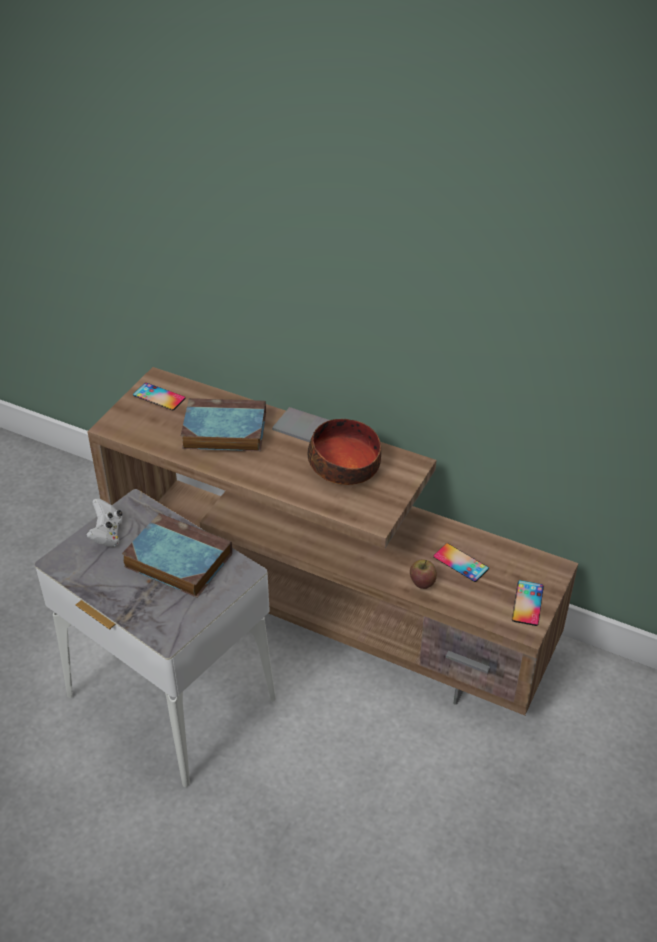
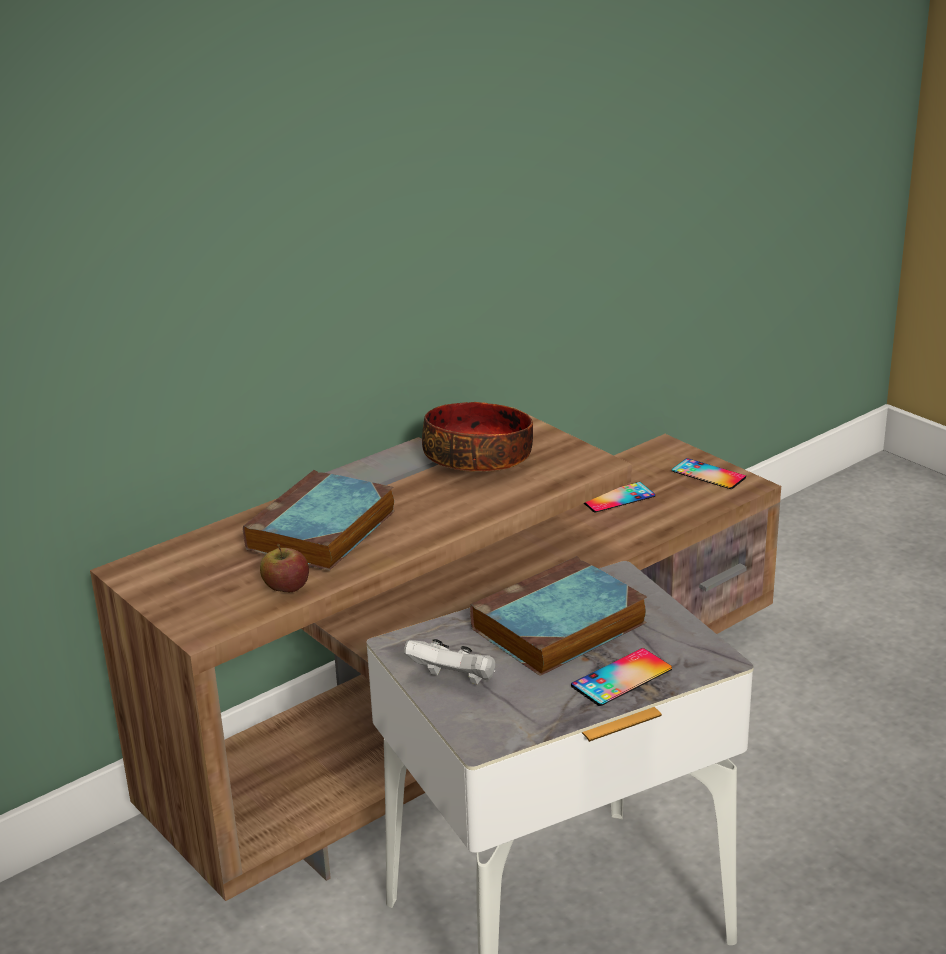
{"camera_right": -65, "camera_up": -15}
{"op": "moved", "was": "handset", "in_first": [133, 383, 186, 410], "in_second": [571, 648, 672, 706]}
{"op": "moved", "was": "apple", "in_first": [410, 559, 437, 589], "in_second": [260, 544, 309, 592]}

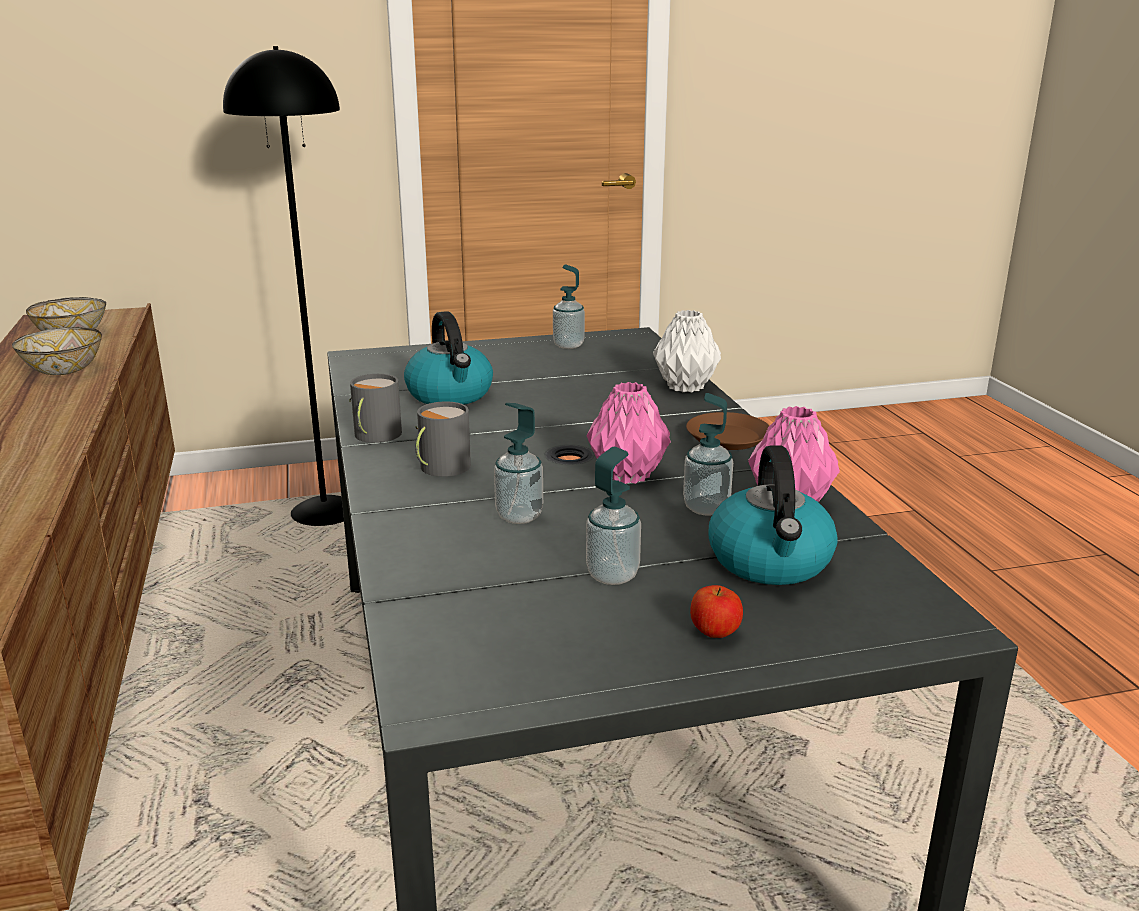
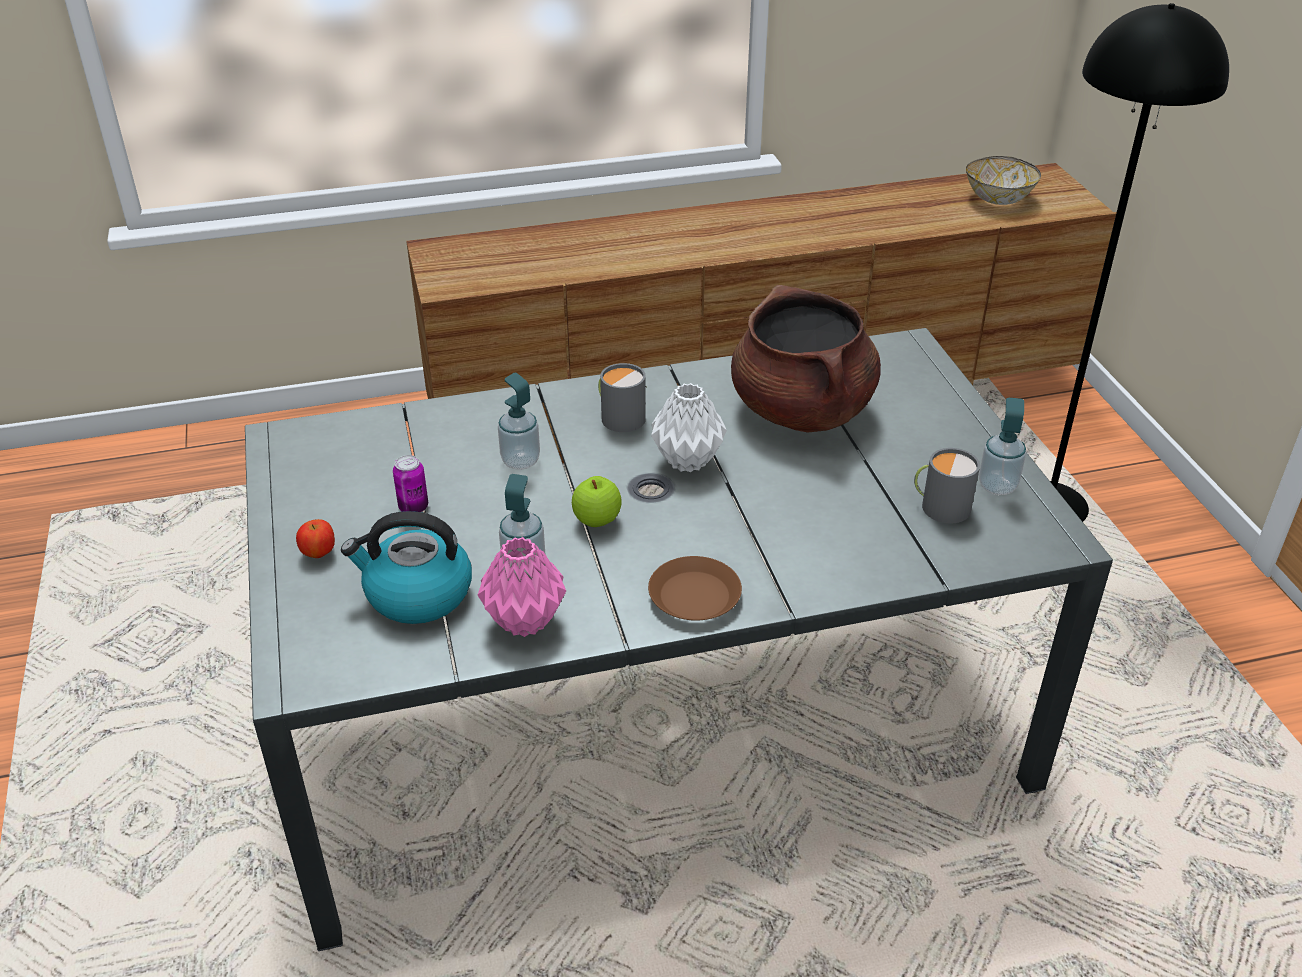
{"camera_right": 90, "camera_up": 15}
{"op": "removed", "was": "deep dish", "in_first": [12, 327, 102, 375]}
{"op": "moved", "was": "mug (gray)", "in_first": [349, 374, 402, 443], "in_second": [914, 448, 980, 524]}
{"op": "moved", "was": "flower vase (whitish)", "in_first": [653, 310, 721, 393], "in_second": [651, 383, 727, 472]}
{"op": "replaced", "was": "water kettle", "now": "cooking pot (brown)", "in_first": [404, 311, 493, 405], "in_second": [731, 285, 881, 432]}
{"op": "replaced", "was": "liquid soap bottle", "now": "metal can", "in_first": [586, 447, 641, 585], "in_second": [393, 455, 428, 512]}
{"op": "replaced", "was": "flower vase (pink-coloured)", "now": "apple", "in_first": [587, 382, 671, 484], "in_second": [572, 476, 622, 527]}

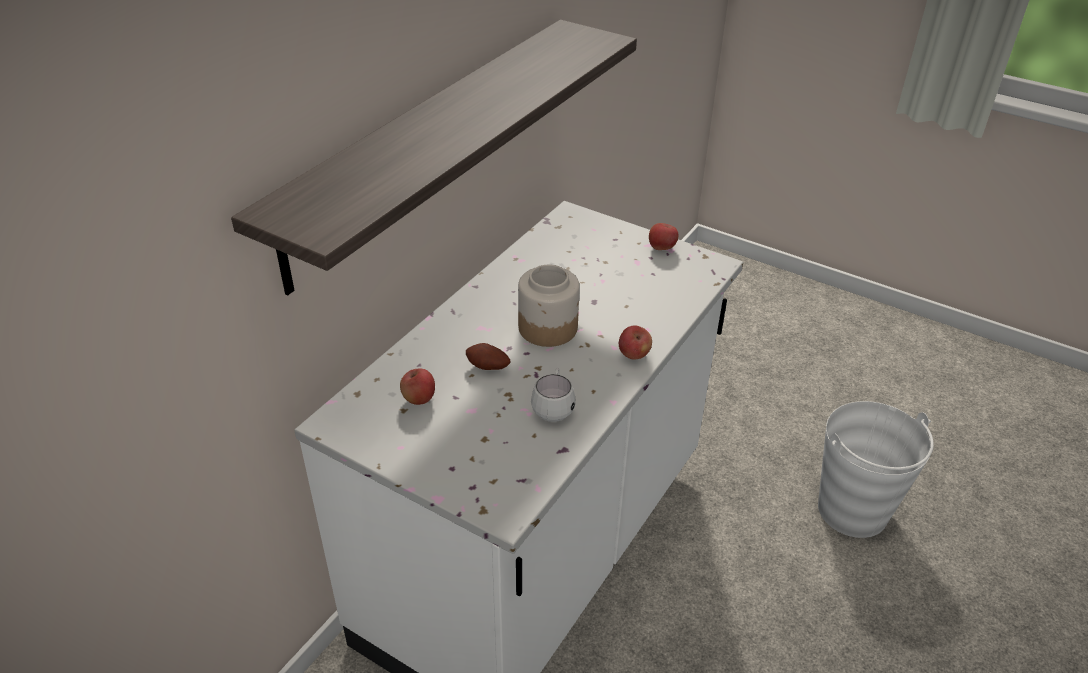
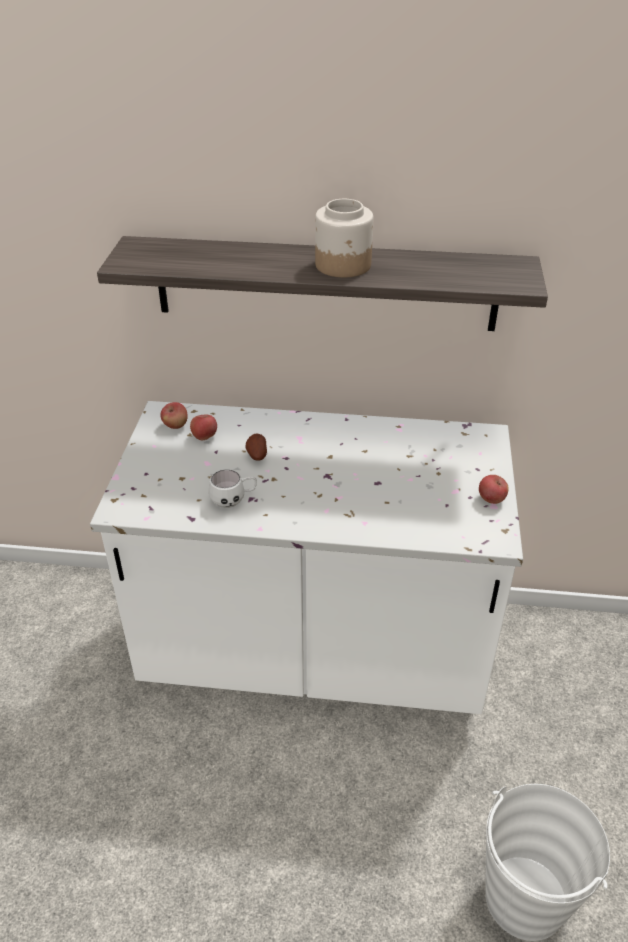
{"camera_right": 65, "camera_up": 0}
{"op": "moved", "was": "preserve jar", "in_first": [518, 265, 580, 347], "in_second": [315, 199, 373, 277]}
{"op": "moved", "was": "apple", "in_first": [619, 326, 652, 360], "in_second": [161, 402, 188, 429]}

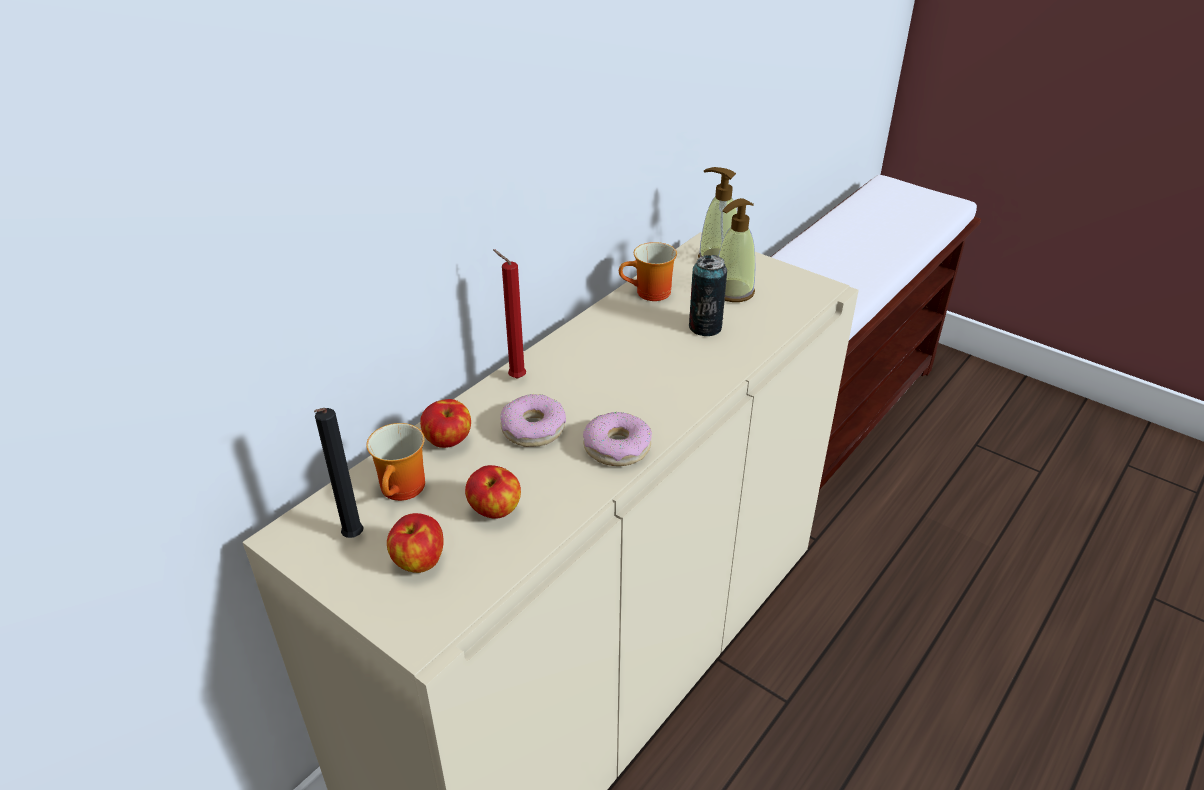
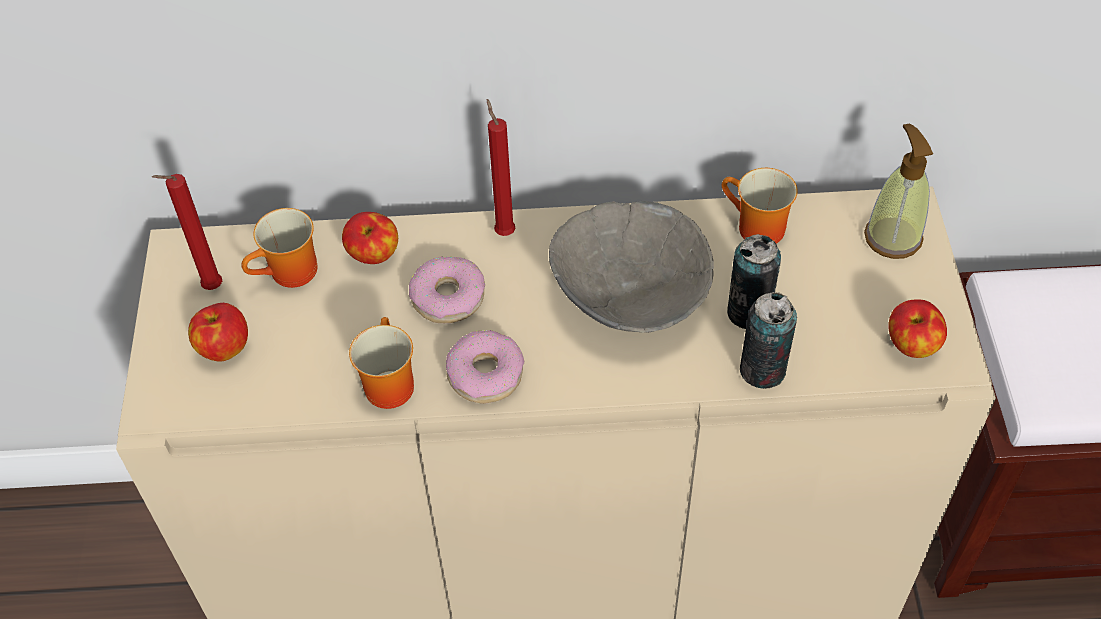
{"camera_right": 50, "camera_up": 15}
{"op": "removed", "was": "liquid soap bottle", "in_first": [718, 198, 755, 302]}
{"op": "added", "now": "mug", "in_second": [349, 317, 414, 409]}
{"op": "added", "now": "deep dish (gray)", "in_second": [549, 201, 714, 333]}
{"op": "added", "now": "metal can", "in_second": [740, 292, 797, 389]}
{"op": "moved", "was": "apple", "in_first": [465, 465, 521, 519], "in_second": [888, 300, 947, 358]}
{"op": "recoloured", "was": "candle (black-coloured)", "now": "candle (red)", "in_first": [314, 408, 364, 538], "in_second": [152, 174, 222, 290]}

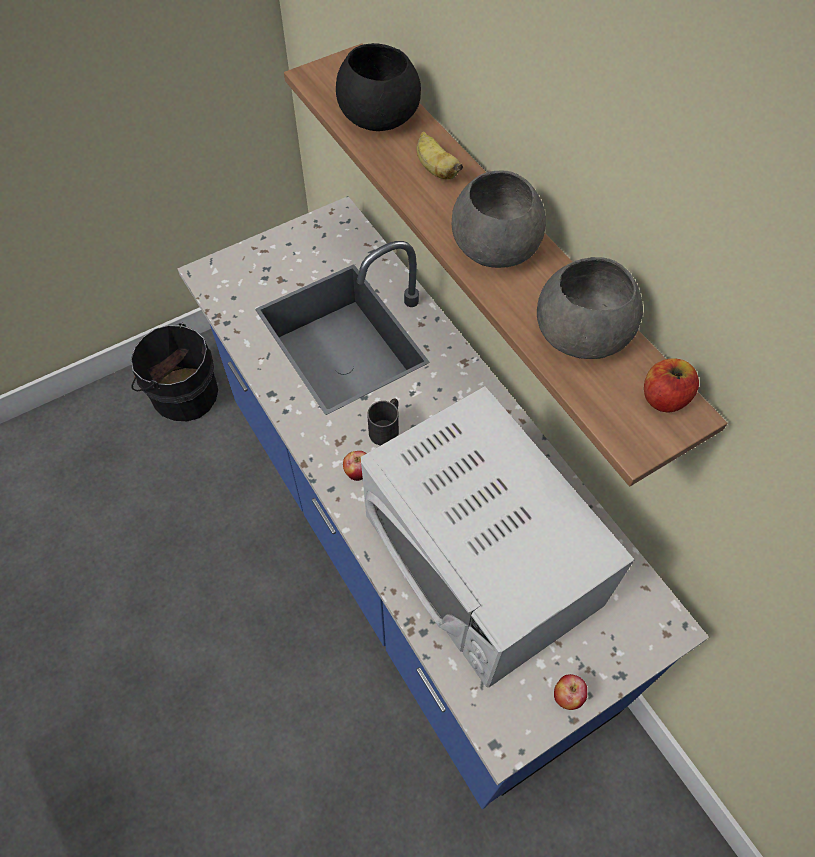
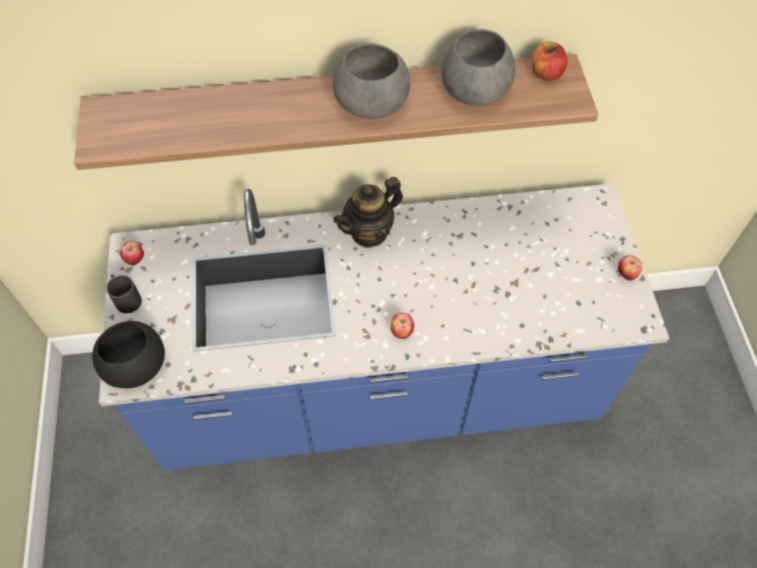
{"camera_right": -65, "camera_up": 0}
{"op": "removed", "was": "bucket (black-coloured)", "in_first": [131, 322, 218, 421]}
{"op": "removed", "was": "kitchen microwave (whitish)", "in_first": [361, 386, 635, 688]}
{"op": "removed", "was": "whole banana", "in_first": [417, 131, 463, 179]}
{"op": "added", "now": "apple", "in_second": [120, 241, 144, 266]}
{"op": "added", "now": "teapot", "in_second": [333, 177, 403, 248]}
{"op": "moved", "was": "deep dish (black-coloured)", "in_first": [336, 43, 421, 131], "in_second": [92, 321, 165, 388]}
{"op": "moved", "was": "mug (black-coloured)", "in_first": [367, 398, 399, 446], "in_second": [106, 274, 142, 313]}

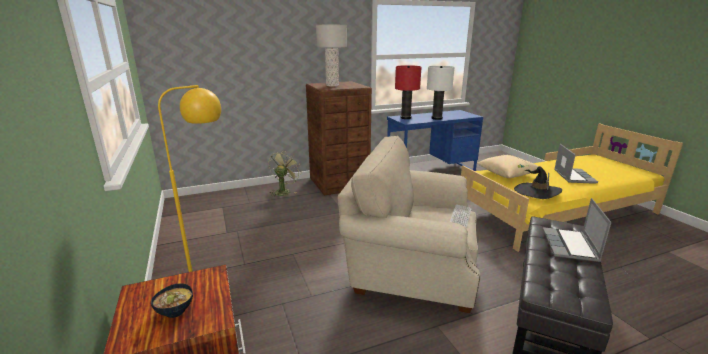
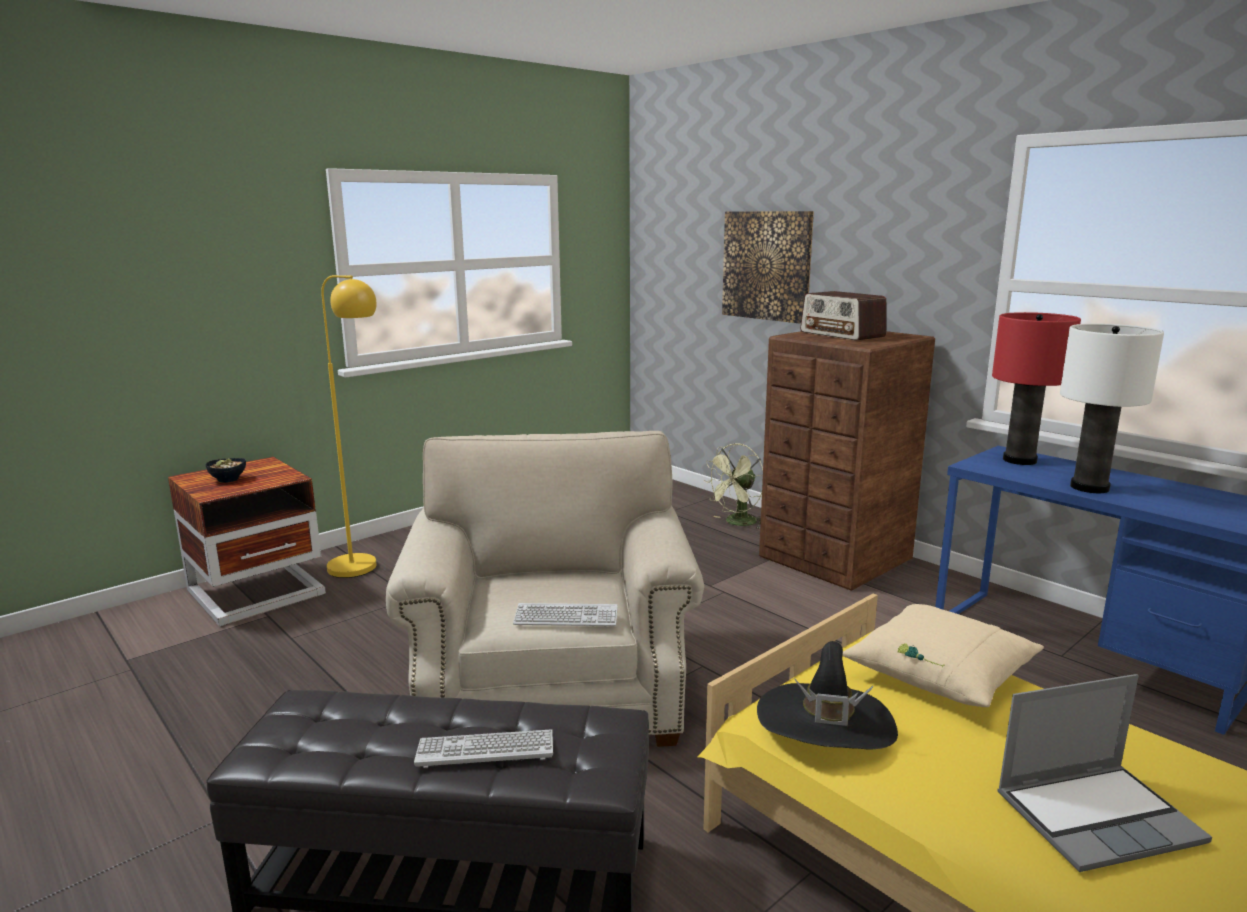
{"camera_right": 70, "camera_up": -5}
{"op": "added", "now": "wall art", "in_second": [722, 211, 814, 324]}
{"op": "replaced", "was": "lamp for a table (whitish)", "now": "radio set", "in_first": [316, 25, 347, 86], "in_second": [800, 291, 886, 341]}
{"op": "replaced", "was": "laptop", "now": "PC keyboard", "in_first": [543, 198, 612, 262], "in_second": [414, 729, 553, 768]}
{"op": "turned", "was": "electric fan (green)", "in_first": [269, 152, 300, 197], "in_second": [703, 443, 763, 529], "clockwise": 135}

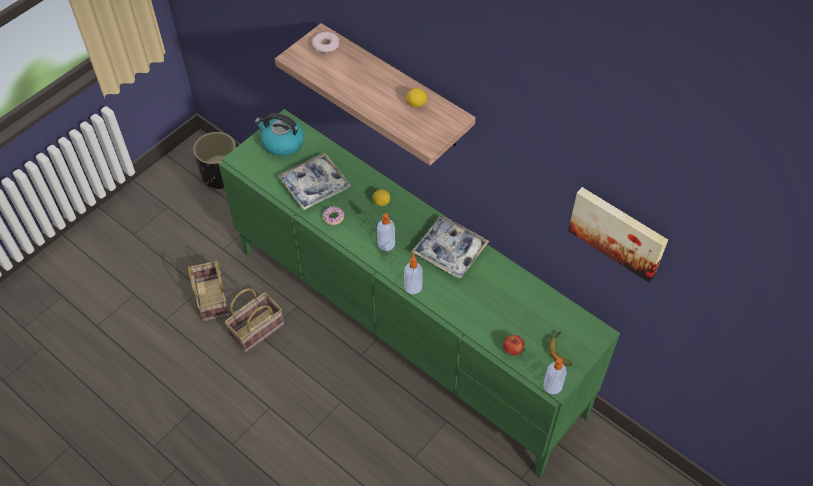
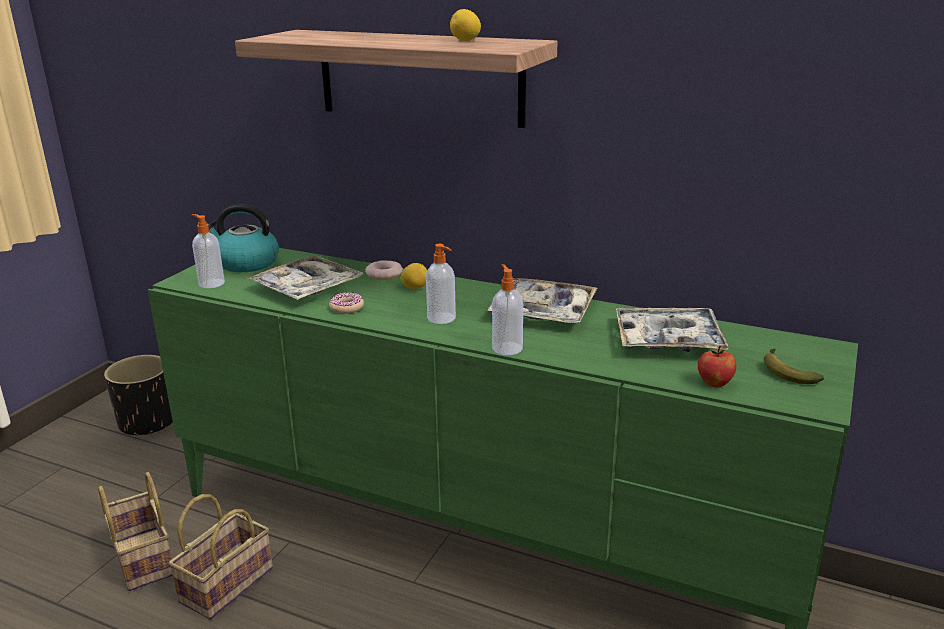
{"camera_right": -15, "camera_up": -30}
{"op": "removed", "was": "wall art", "in_first": [568, 187, 668, 283]}
{"op": "added", "now": "tray", "in_second": [616, 308, 729, 352]}
{"op": "moved", "was": "doughnut", "in_first": [312, 32, 340, 53], "in_second": [365, 260, 403, 280]}
{"op": "moved", "was": "liquid soap bottle", "in_first": [543, 353, 567, 394], "in_second": [191, 214, 225, 288]}

